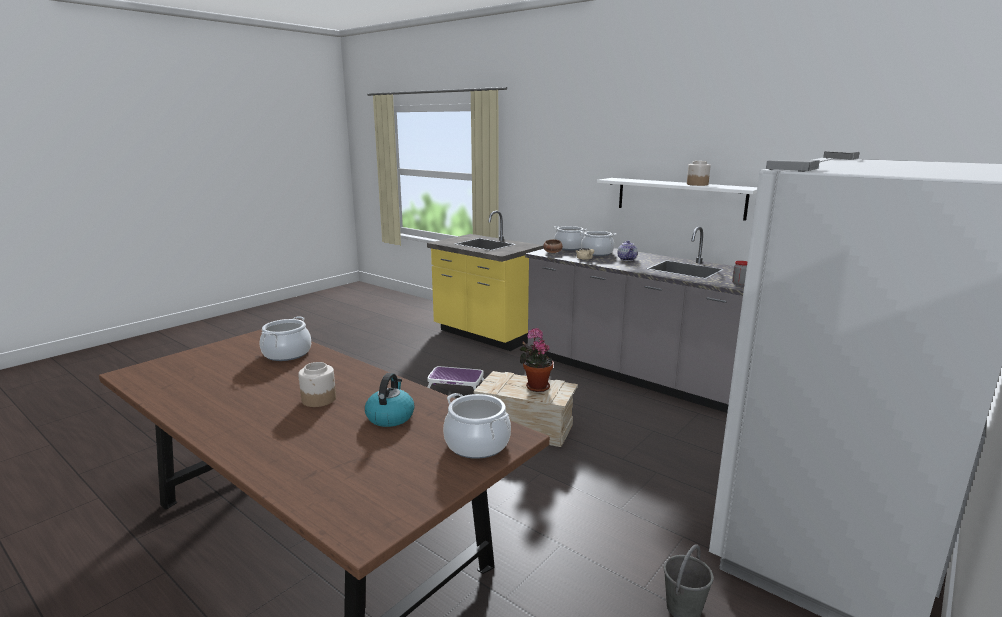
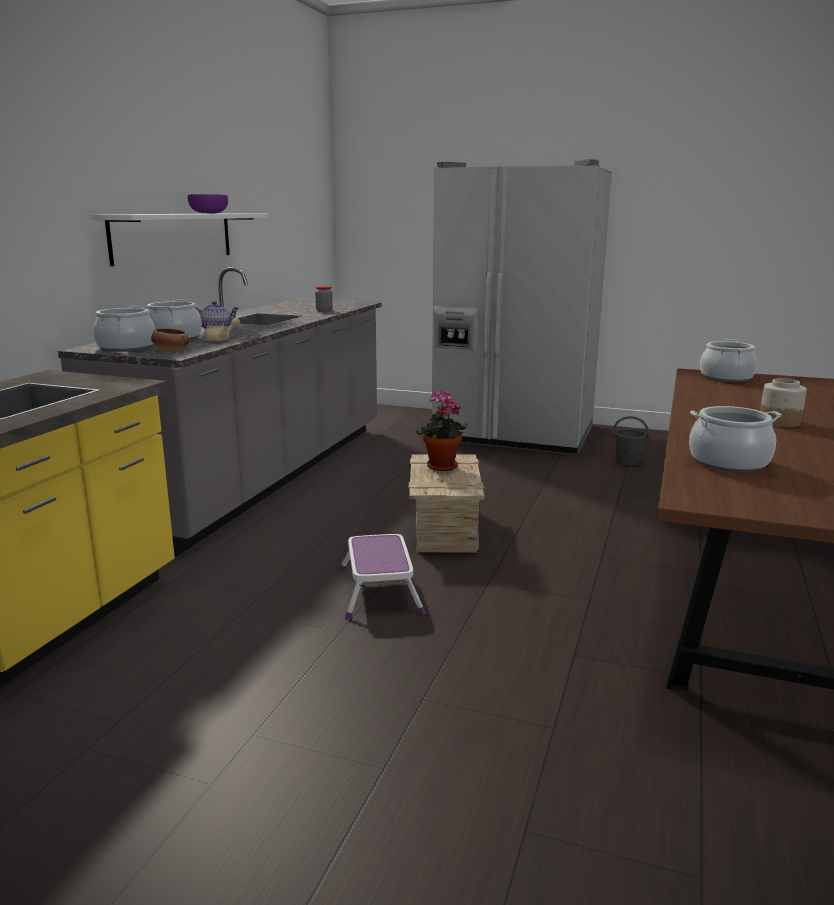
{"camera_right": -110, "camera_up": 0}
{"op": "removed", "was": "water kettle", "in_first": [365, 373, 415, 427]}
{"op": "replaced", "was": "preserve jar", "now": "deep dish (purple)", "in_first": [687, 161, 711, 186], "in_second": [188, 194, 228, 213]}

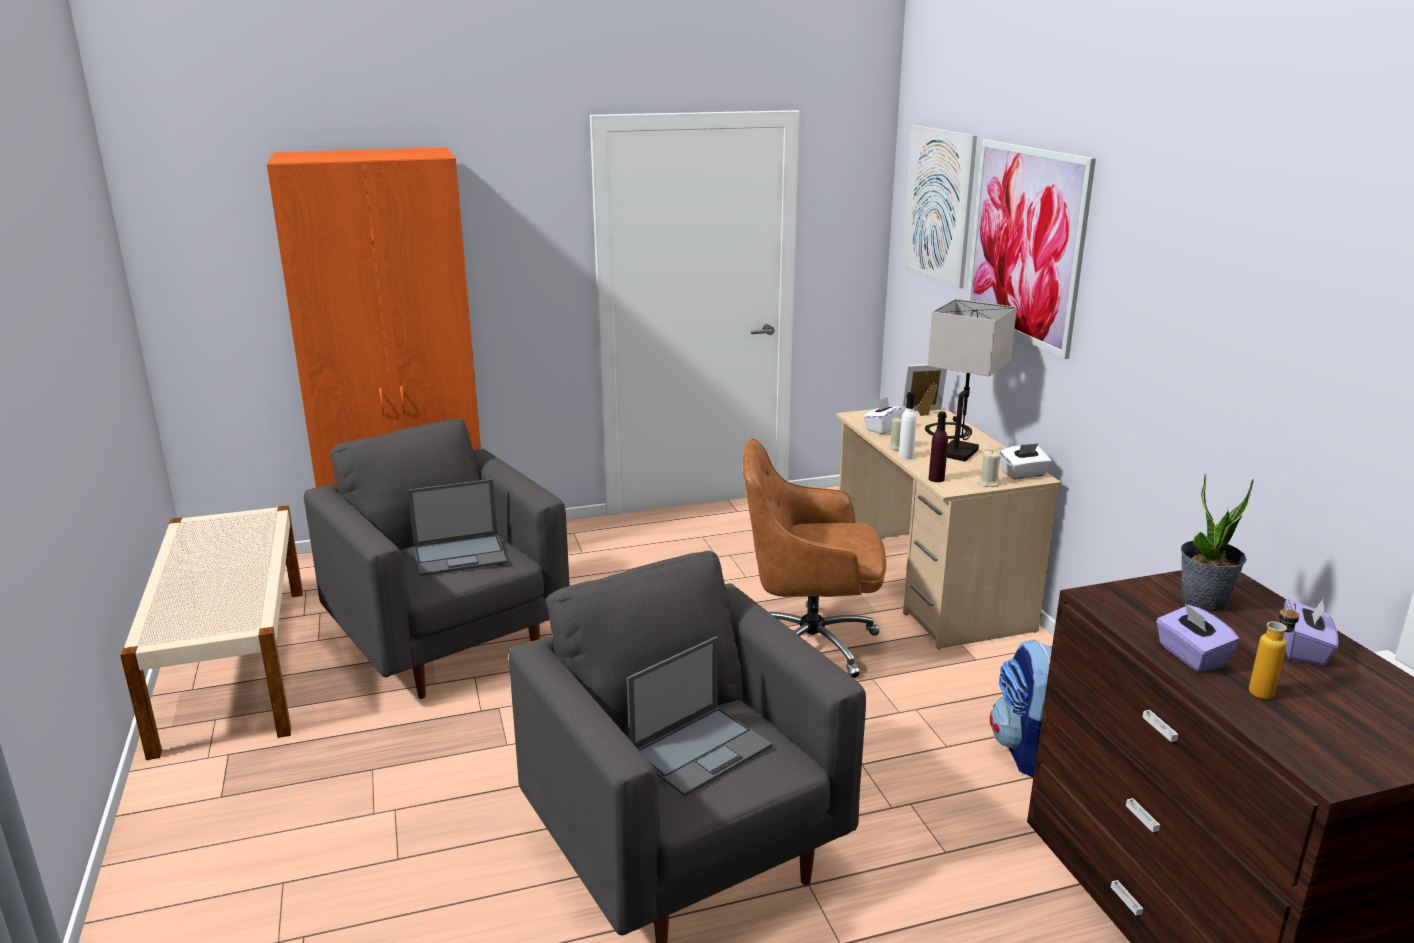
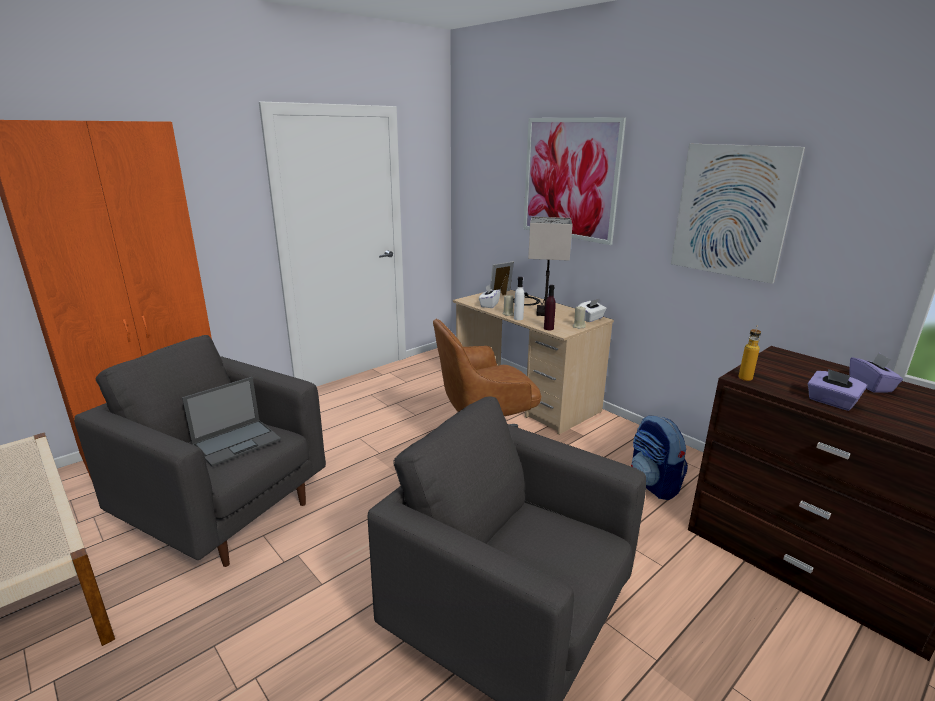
{"camera_right": -25, "camera_up": 0}
{"op": "removed", "was": "laptop", "in_first": [627, 636, 772, 797]}
{"op": "removed", "was": "plant in a pot", "in_first": [1181, 474, 1254, 611]}
{"op": "moved", "was": "wall art", "in_first": [902, 125, 977, 289], "in_second": [671, 144, 805, 284]}
{"op": "moved", "was": "beverage bottle", "in_first": [1249, 603, 1300, 699], "in_second": [739, 325, 761, 381]}

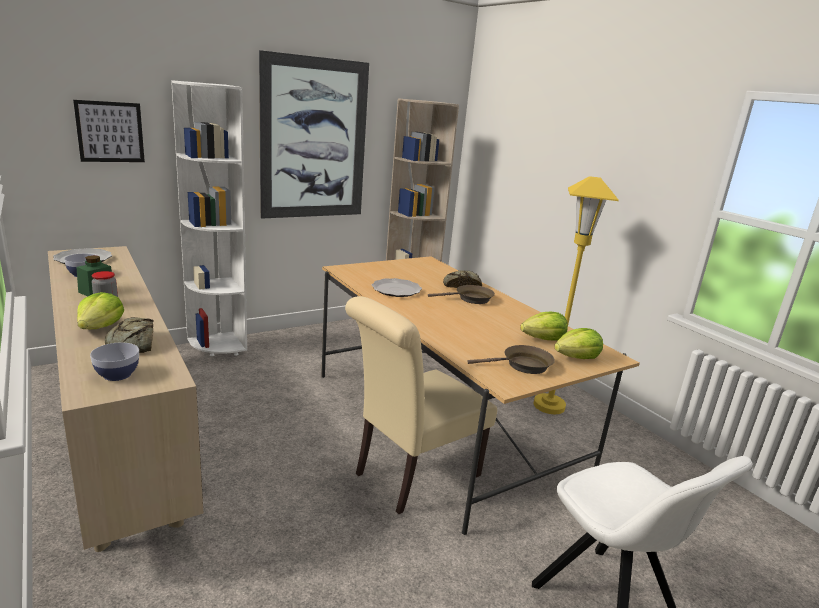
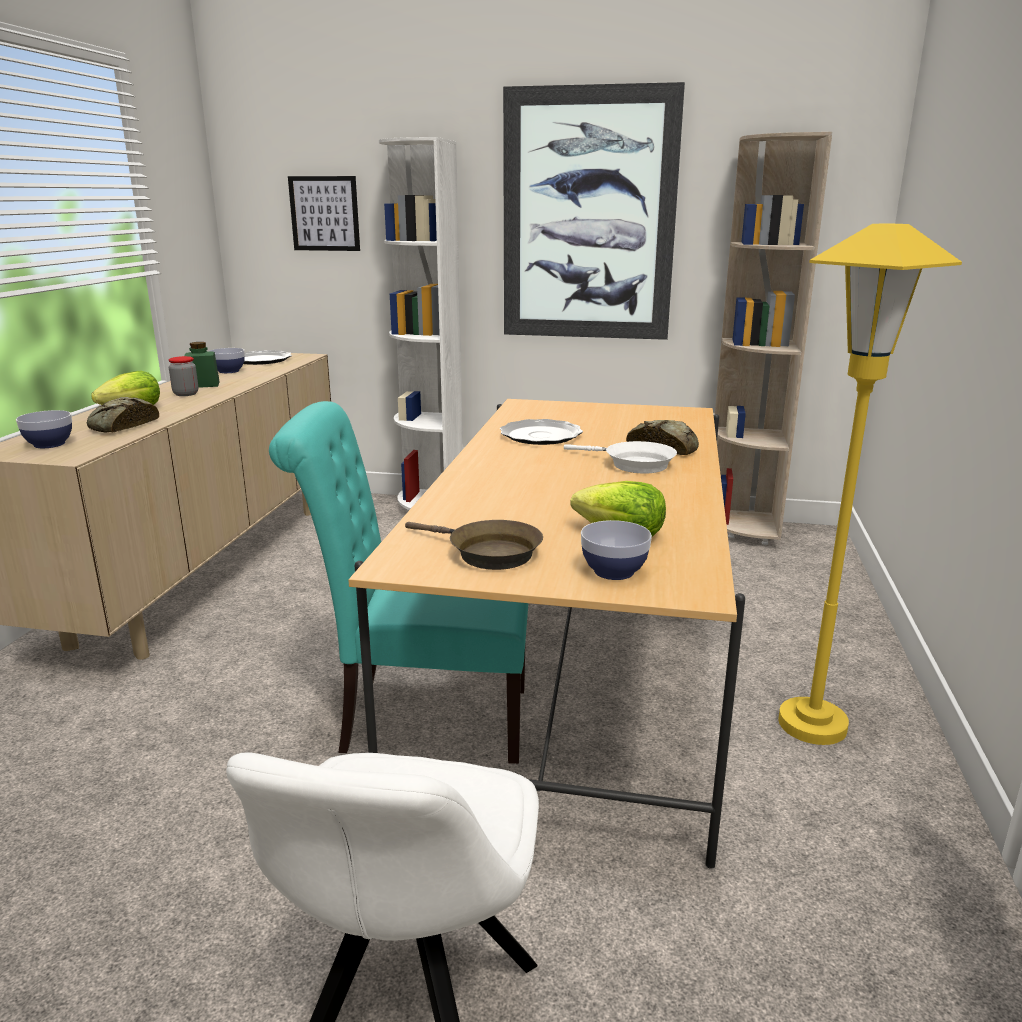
{"camera_right": 45, "camera_up": 0}
{"op": "replaced", "was": "lettuce", "now": "deep dish", "in_first": [554, 328, 603, 359], "in_second": [581, 520, 652, 580]}
{"op": "recoloured", "was": "plain chair (beige-coloured)", "now": "plain chair (turquoise-coloured)", "in_first": [345, 296, 497, 514], "in_second": [269, 401, 529, 764]}
{"op": "recoloured", "was": "pan (brown)", "now": "pan (whitish)", "in_first": [428, 285, 495, 304], "in_second": [564, 441, 677, 473]}

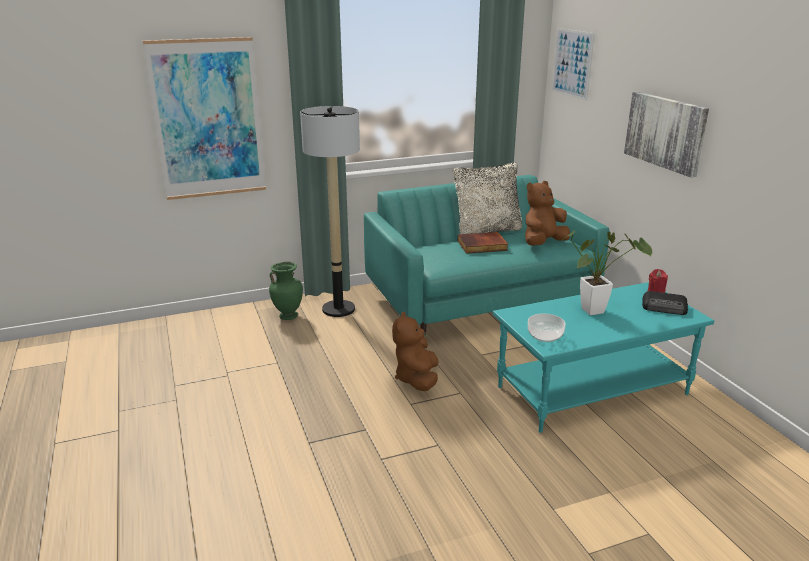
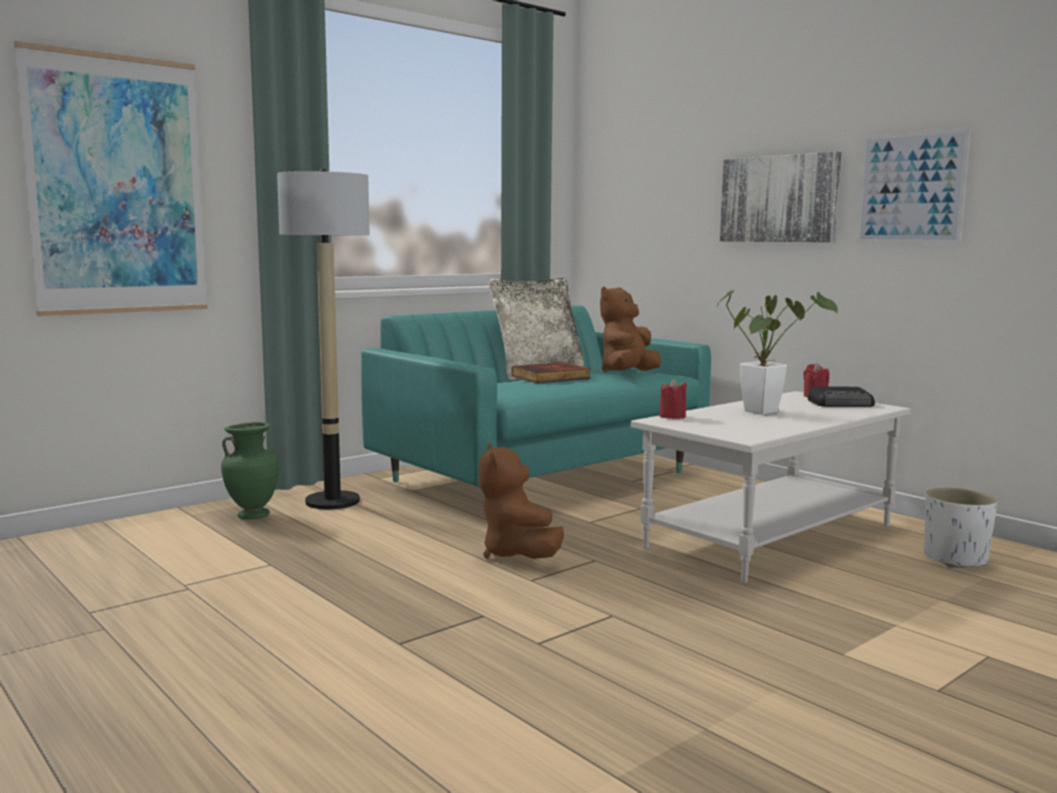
{"camera_right": -20, "camera_up": -15}
{"op": "removed", "was": "deep dish", "in_first": [528, 313, 566, 342]}
{"op": "added", "now": "candle (red)", "in_second": [660, 379, 687, 419]}
{"op": "added", "now": "planter (whitish)", "in_second": [924, 488, 997, 568]}
{"op": "moved", "was": "wall art", "in_first": [552, 28, 595, 101], "in_second": [856, 128, 971, 244]}
{"op": "recoloured", "was": "coffee table (turquoise-coloured)", "now": "coffee table (whitish)", "in_first": [493, 282, 714, 433], "in_second": [631, 391, 910, 583]}

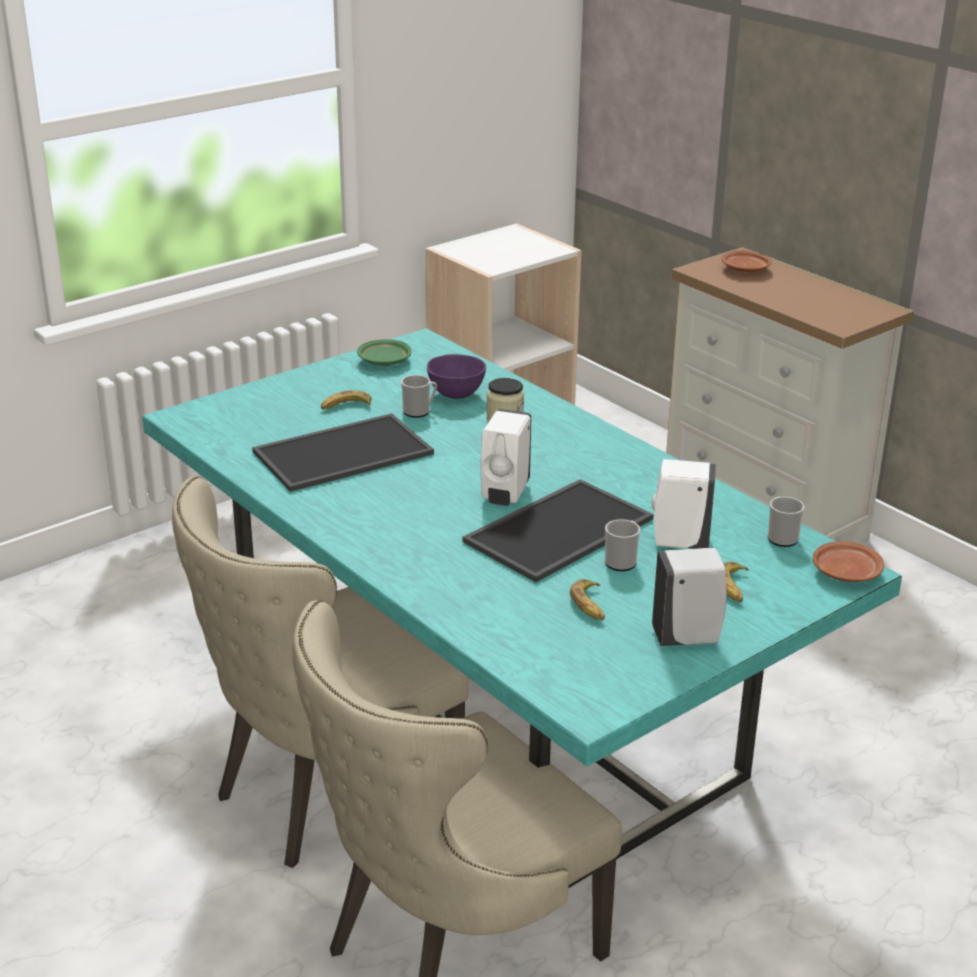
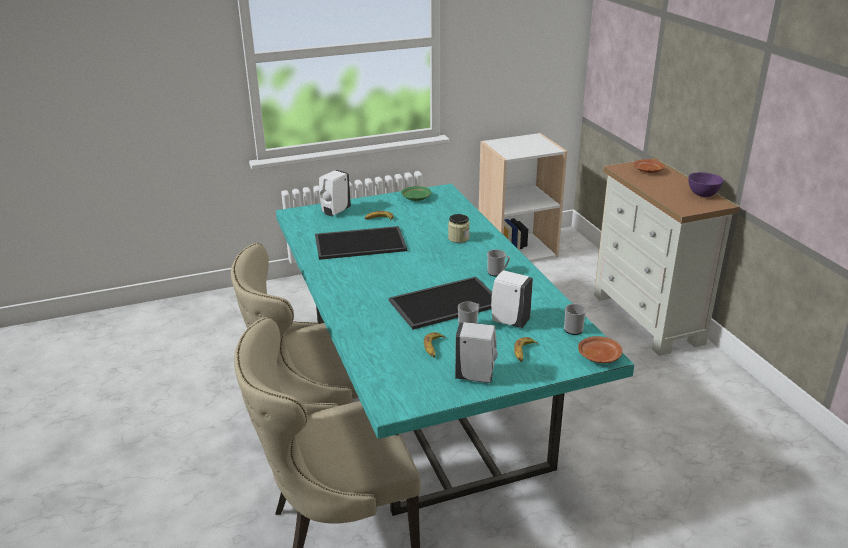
{"camera_right": 20, "camera_up": 0}
{"op": "moved", "was": "mug", "in_first": [401, 375, 437, 418], "in_second": [487, 249, 510, 277]}
{"op": "moved", "was": "deep dish (purple)", "in_first": [427, 354, 486, 399], "in_second": [688, 172, 724, 197]}
{"op": "moved", "was": "liquid soap bottle (whitish)", "in_first": [481, 409, 531, 506], "in_second": [319, 170, 351, 216]}

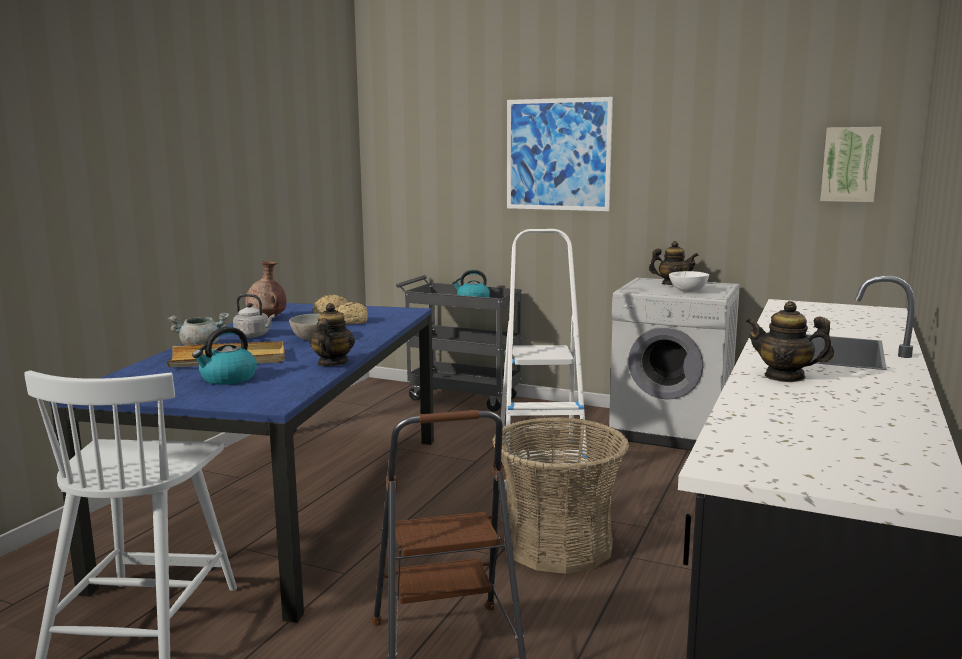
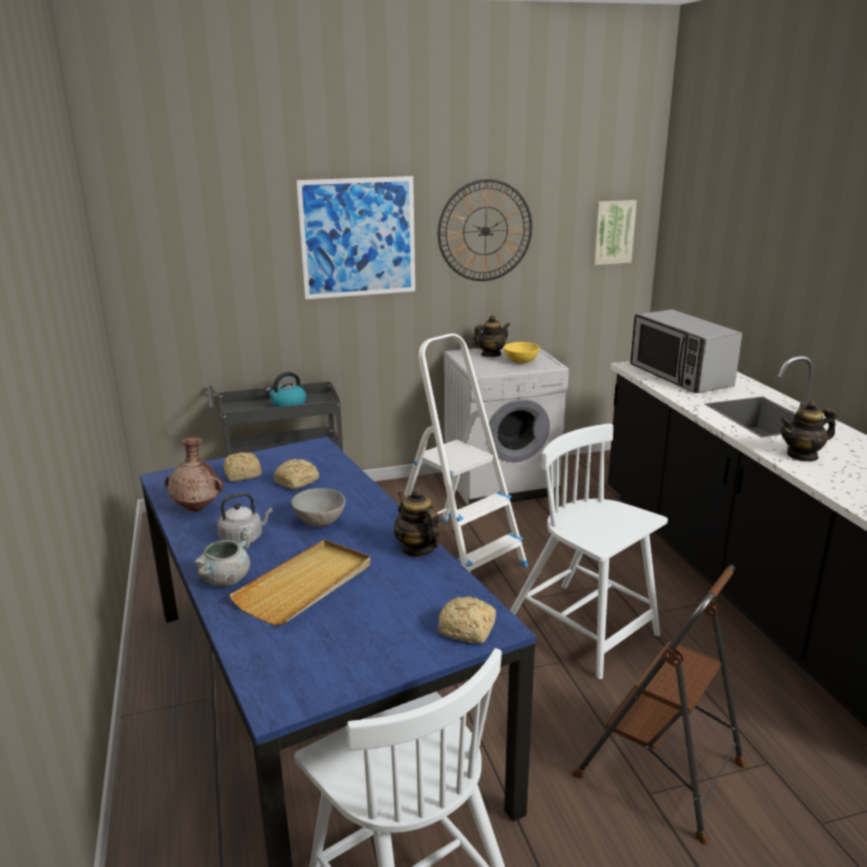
{"camera_right": -40, "camera_up": 10}
{"op": "removed", "was": "water kettle", "in_first": [192, 327, 257, 385]}
{"op": "added", "now": "hanging clock", "in_second": [438, 179, 532, 281]}
{"op": "added", "now": "baked bread", "in_second": [438, 596, 496, 644]}
{"op": "added", "now": "kitchen microwave", "in_second": [630, 309, 742, 393]}
{"op": "replaced", "was": "basket", "now": "plain chair (whitish)", "in_first": [492, 417, 629, 574], "in_second": [510, 423, 668, 679]}
{"op": "recoloured", "was": "deep dish (whitish)", "now": "deep dish (yellowish)", "in_first": [669, 271, 709, 292], "in_second": [503, 342, 540, 364]}

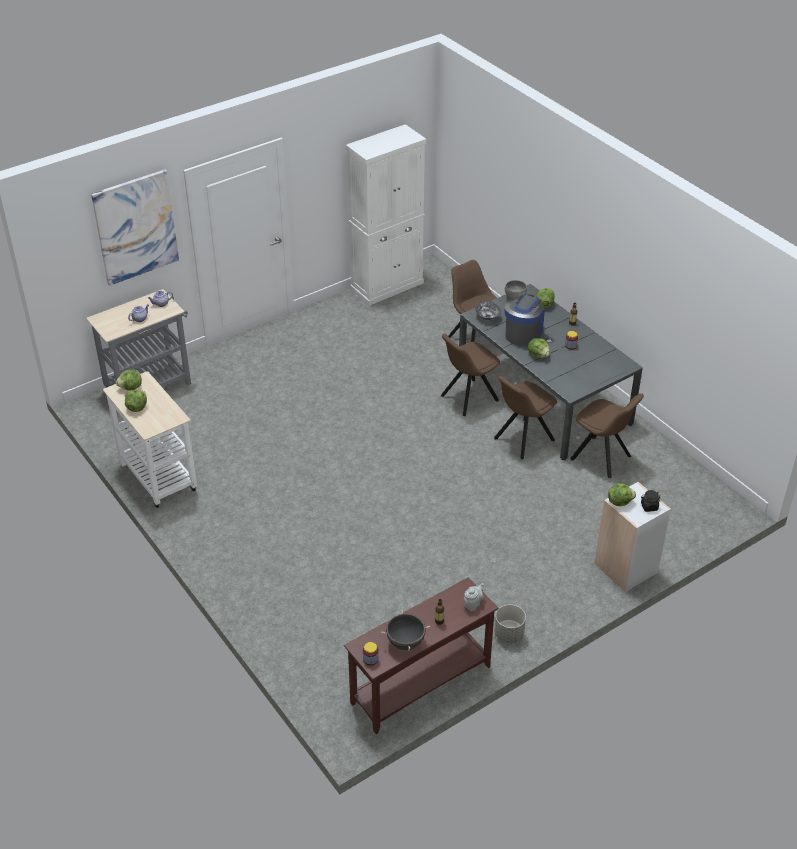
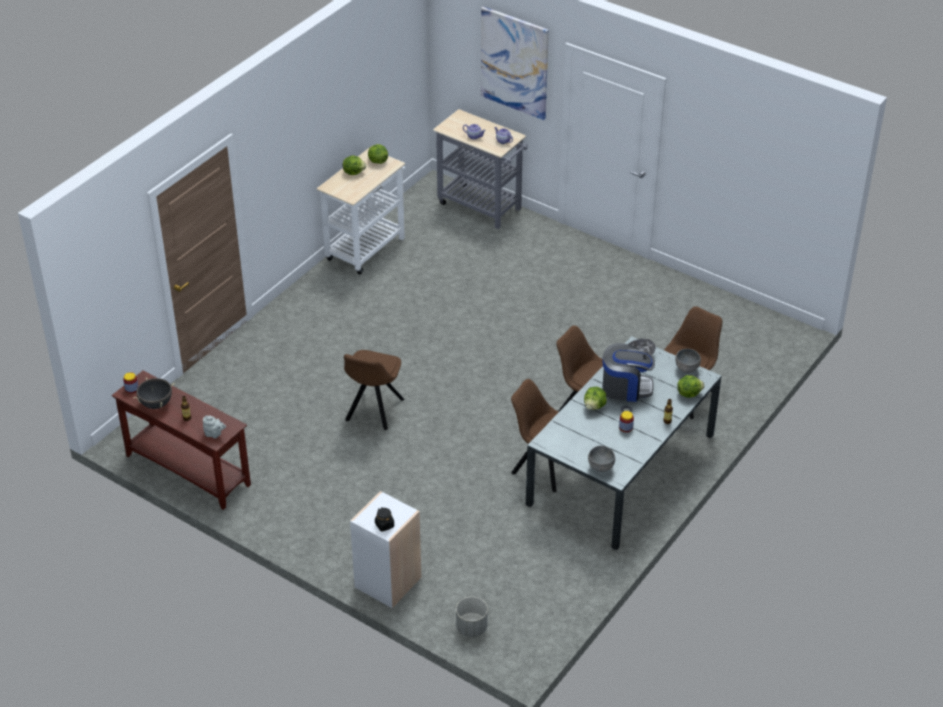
{"camera_right": 70, "camera_up": 0}
{"op": "removed", "was": "storage cabinet (whitish)", "in_first": [346, 124, 426, 306]}
{"op": "removed", "was": "lettuce", "in_first": [608, 483, 636, 506]}
{"op": "added", "now": "deep dish (gray)", "in_second": [588, 446, 615, 472]}
{"op": "moved", "was": "planter (gray)", "in_first": [494, 605, 526, 643], "in_second": [456, 597, 488, 637]}
{"op": "moved", "was": "plain chair (brown)", "in_first": [570, 393, 644, 478], "in_second": [344, 350, 404, 430]}

